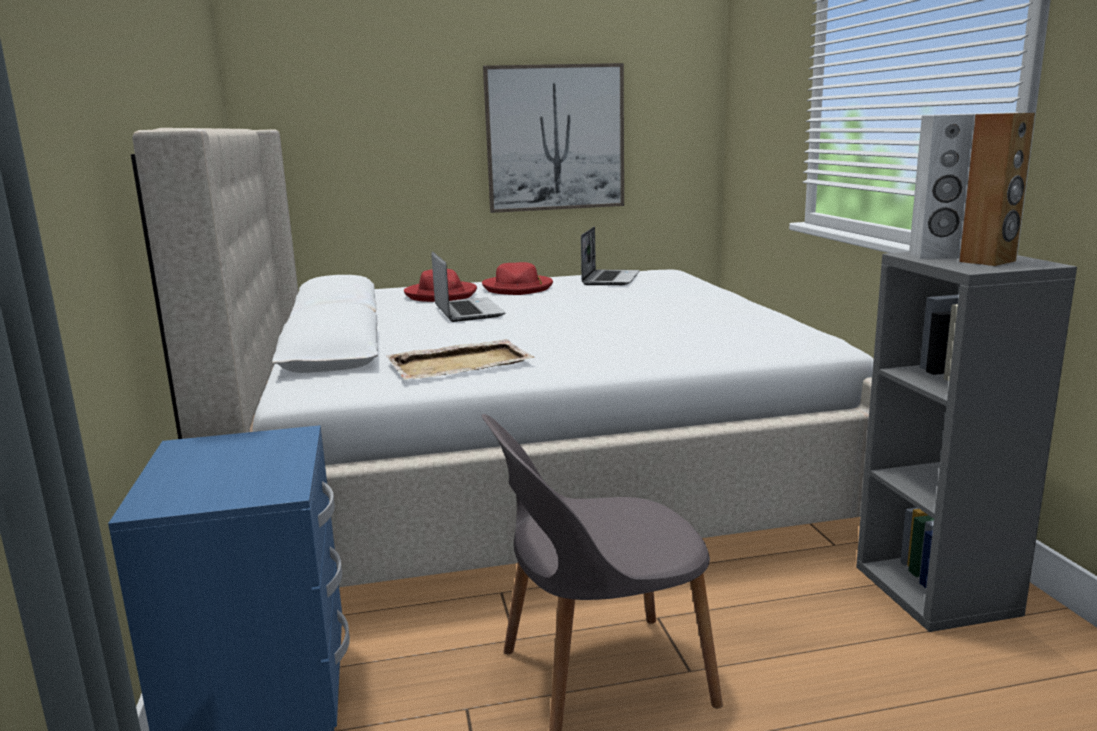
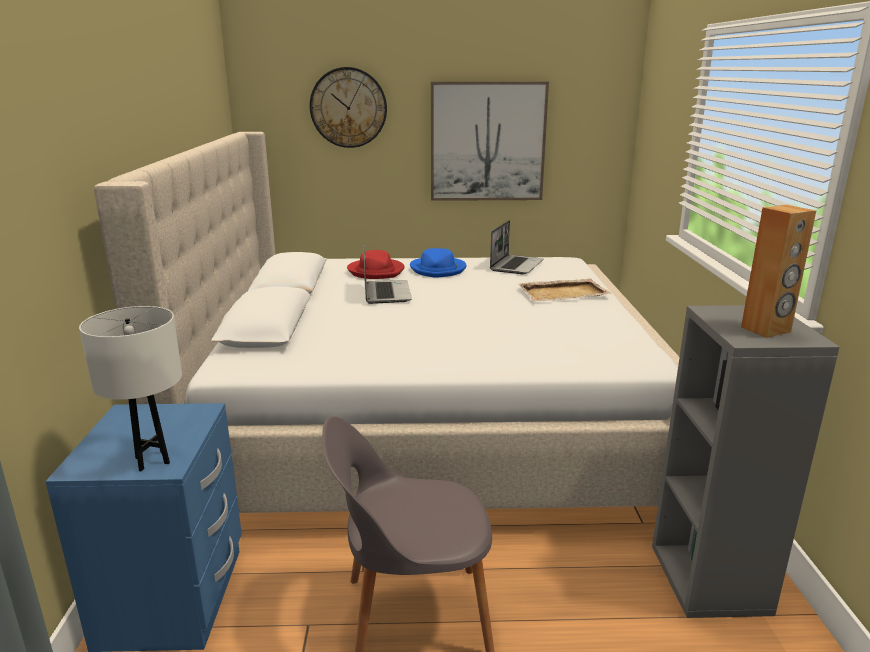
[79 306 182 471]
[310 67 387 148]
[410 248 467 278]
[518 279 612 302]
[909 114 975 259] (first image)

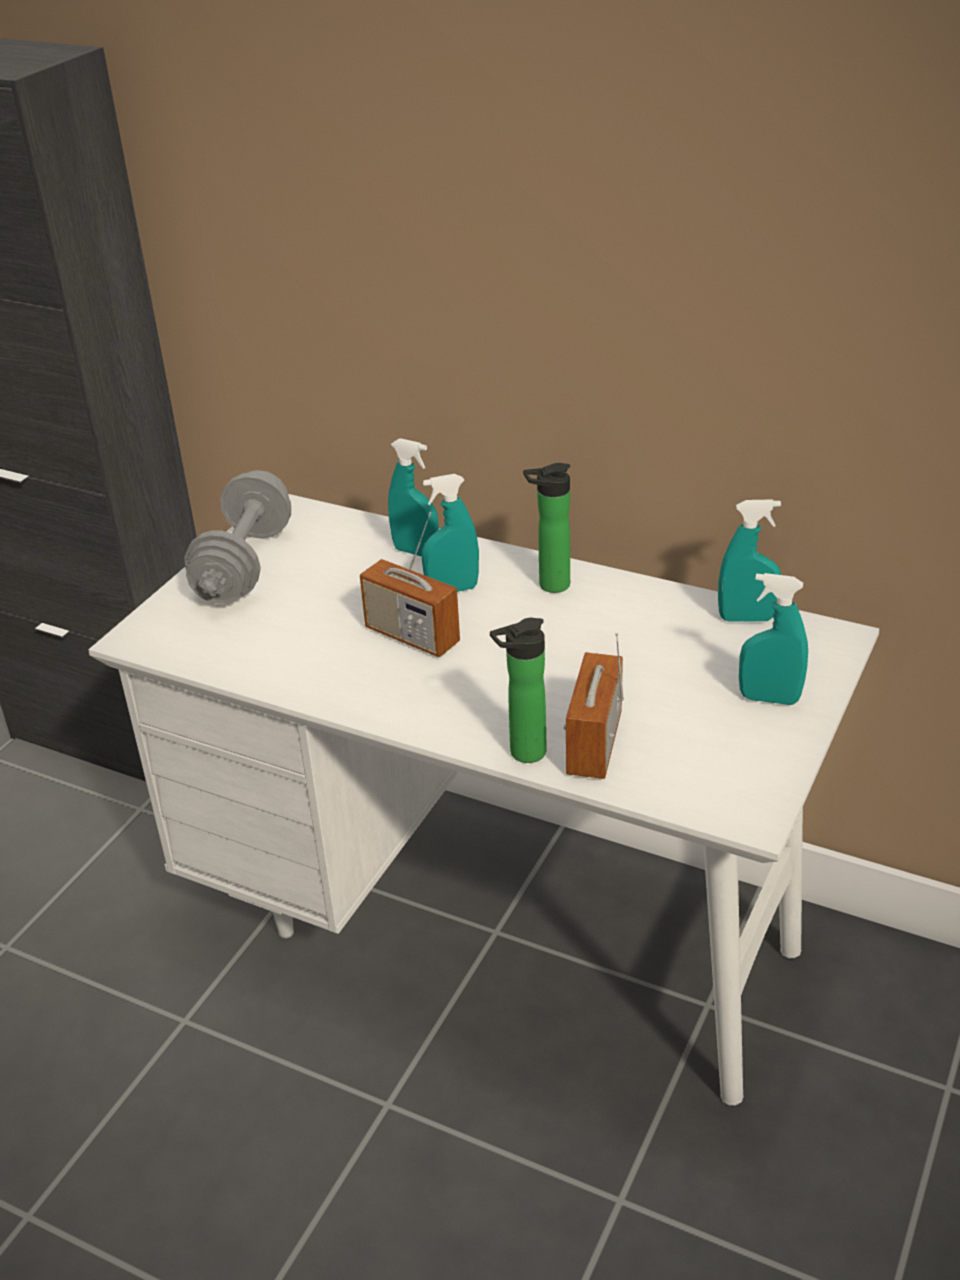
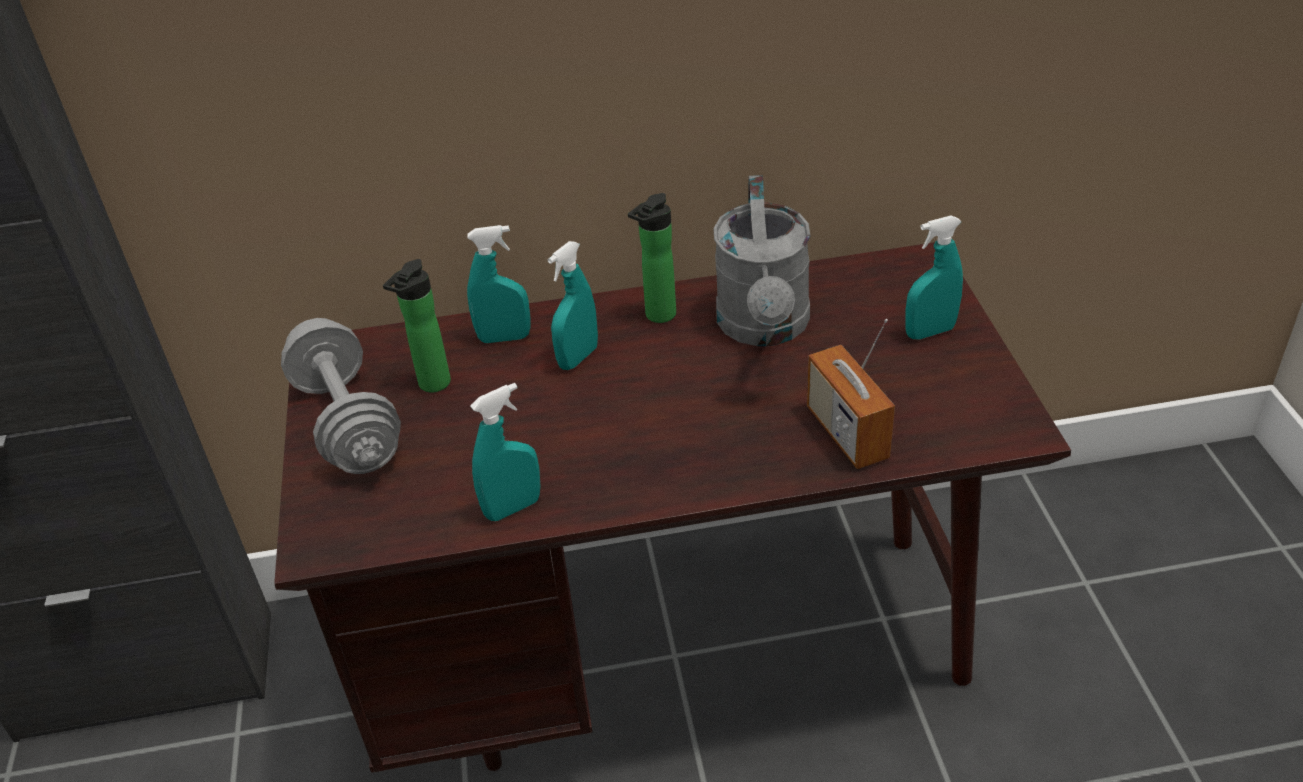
[274 242 1071 773]
[383 259 451 392]
[470 383 541 521]
[713 175 811 346]
[360 512 460 657] (first image)

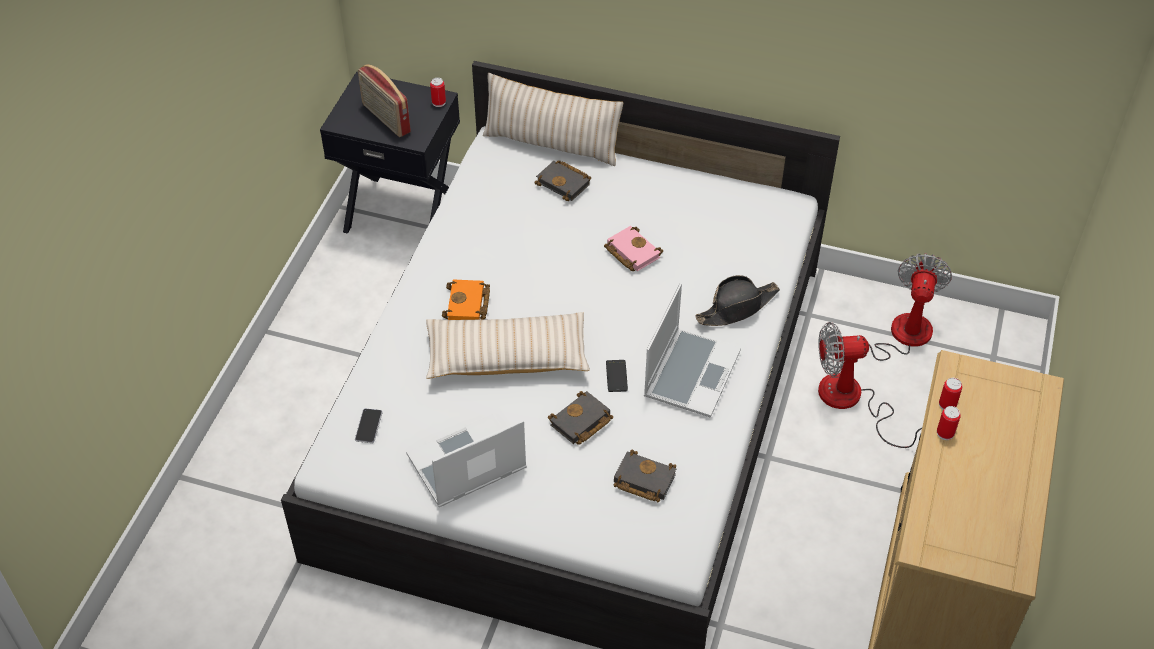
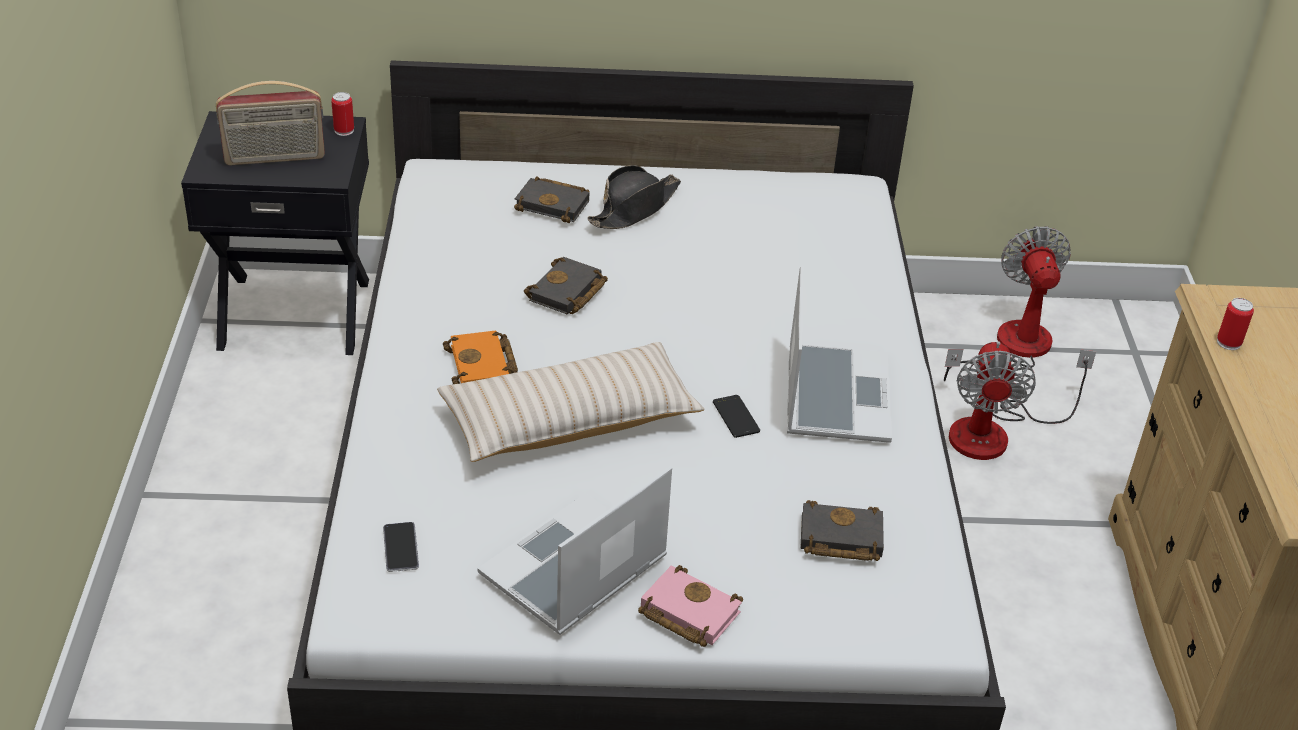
[216 81 325 165]
[524 257 608 314]
[587 165 681 229]
[638 565 743 647]
[949 341 1096 460]
[483 73 624 166] (first image)
[937 406 961 440] (first image)

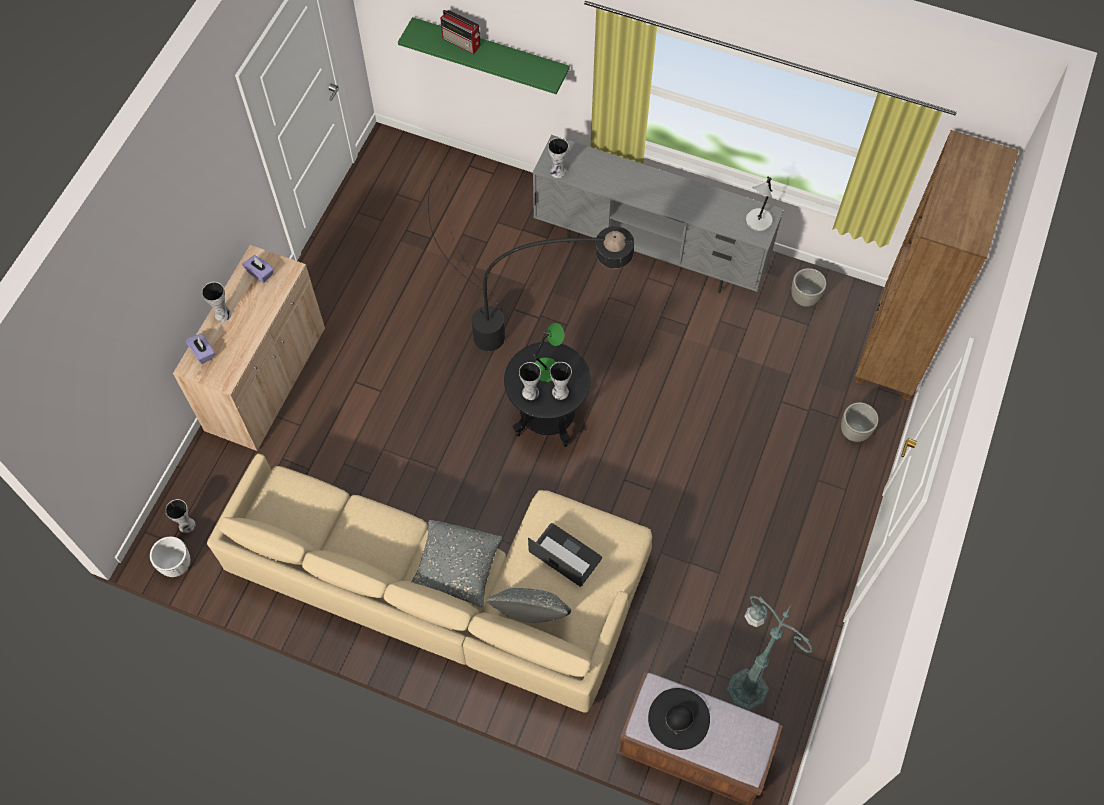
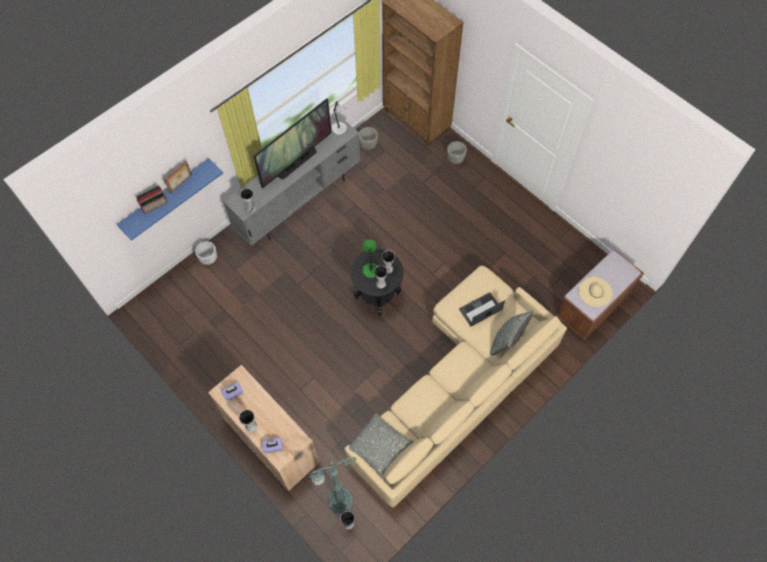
[117 158 223 241]
[164 161 192 193]
[195 241 217 265]
[254 98 332 189]
[308 457 356 513]
[349 413 414 480]
[579 276 613 307]
[428 180 634 351] (first image)

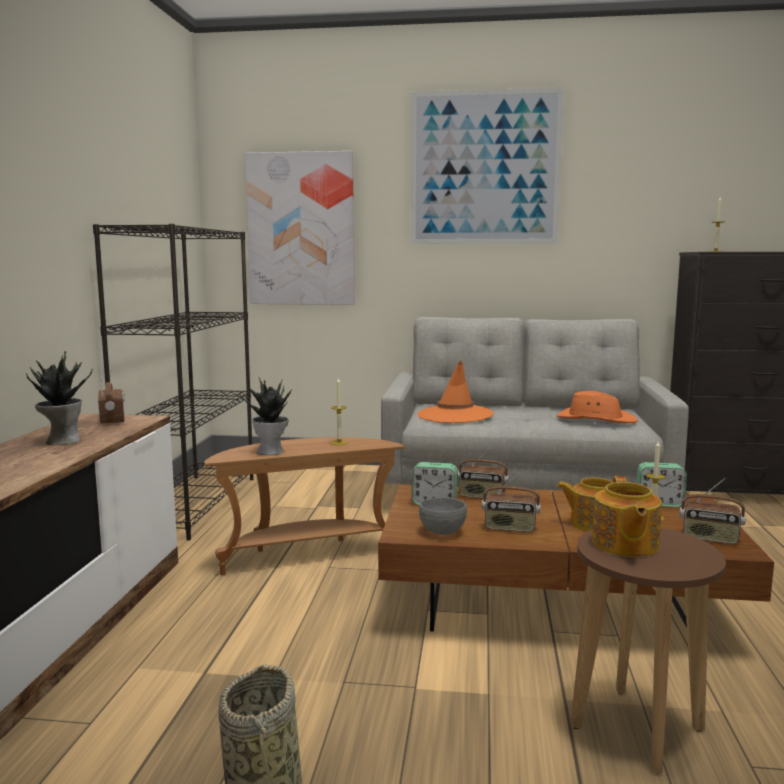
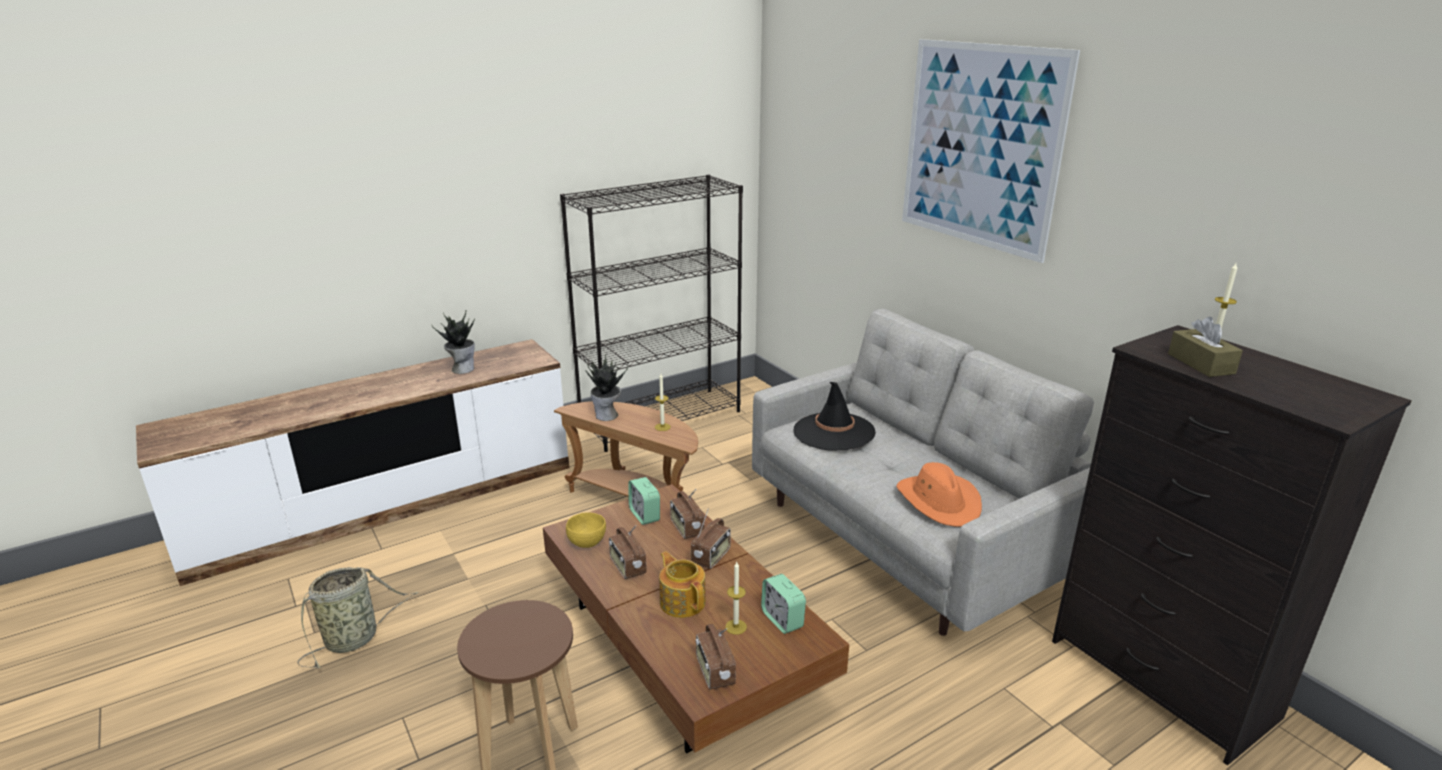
[566 512 606 548]
[691 508 731 569]
[793 382 876 451]
[1168 317 1243 377]
[245 151 354 305] (first image)
[592 476 662 557] (first image)

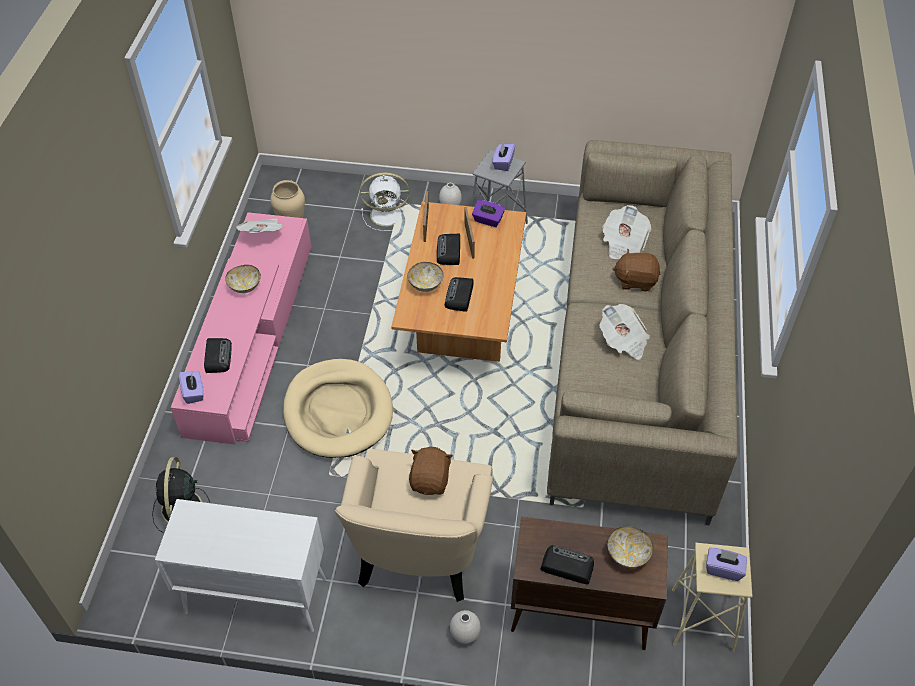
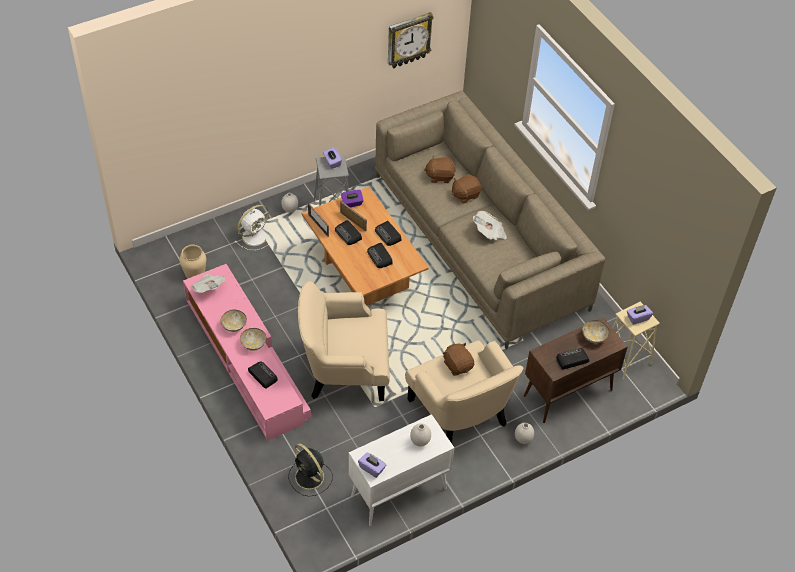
[240 328 266 351]
[298 281 390 401]
[358 452 386 478]
[375 221 401 246]
[388 12 434 68]
[410 423 431 447]
[424 156 456 183]

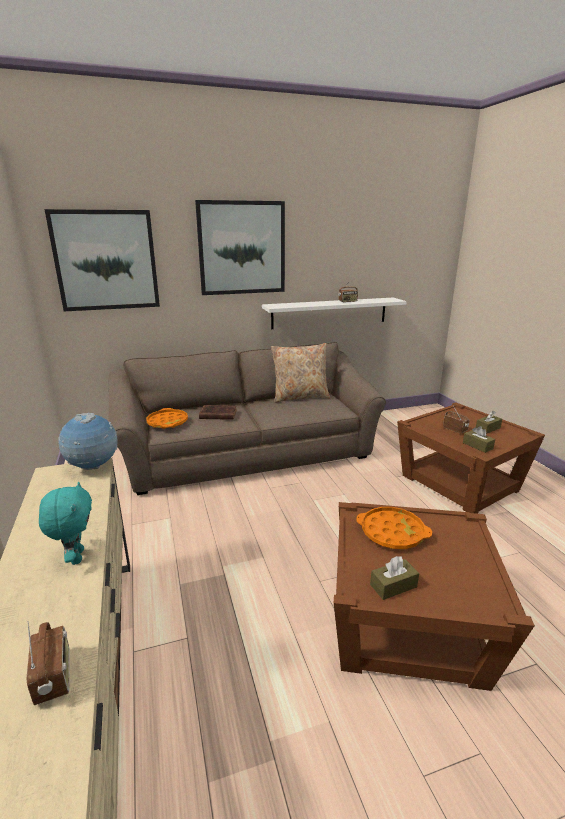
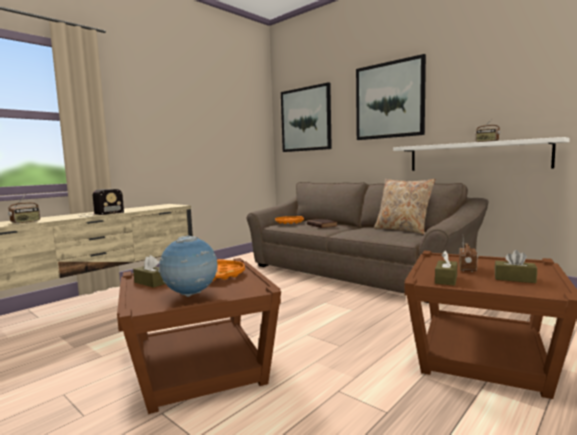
[78 189 124 217]
[158 235 218 297]

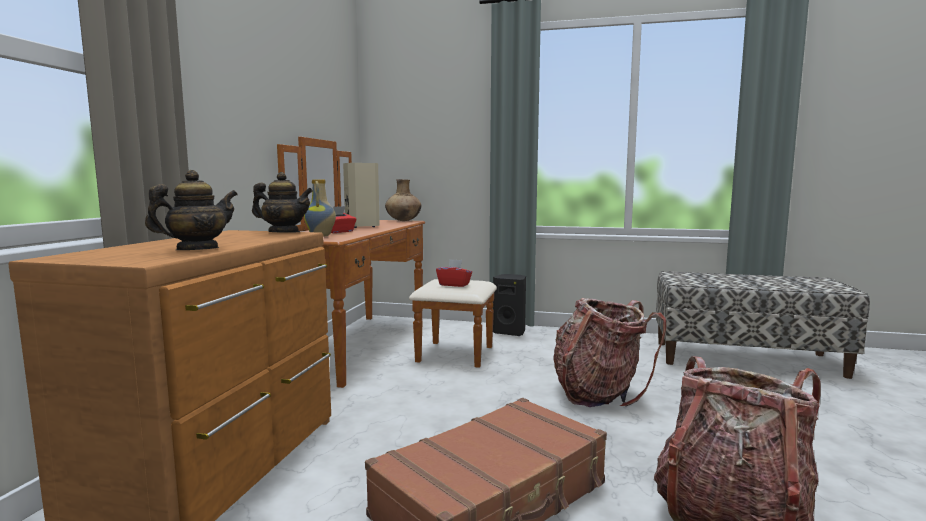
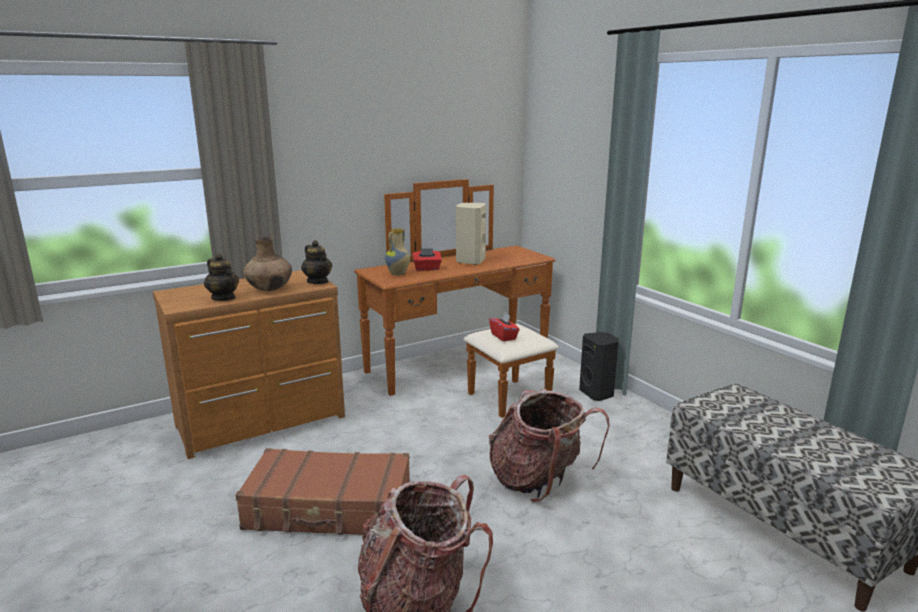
[204 254 239 301]
[243 236 292 291]

